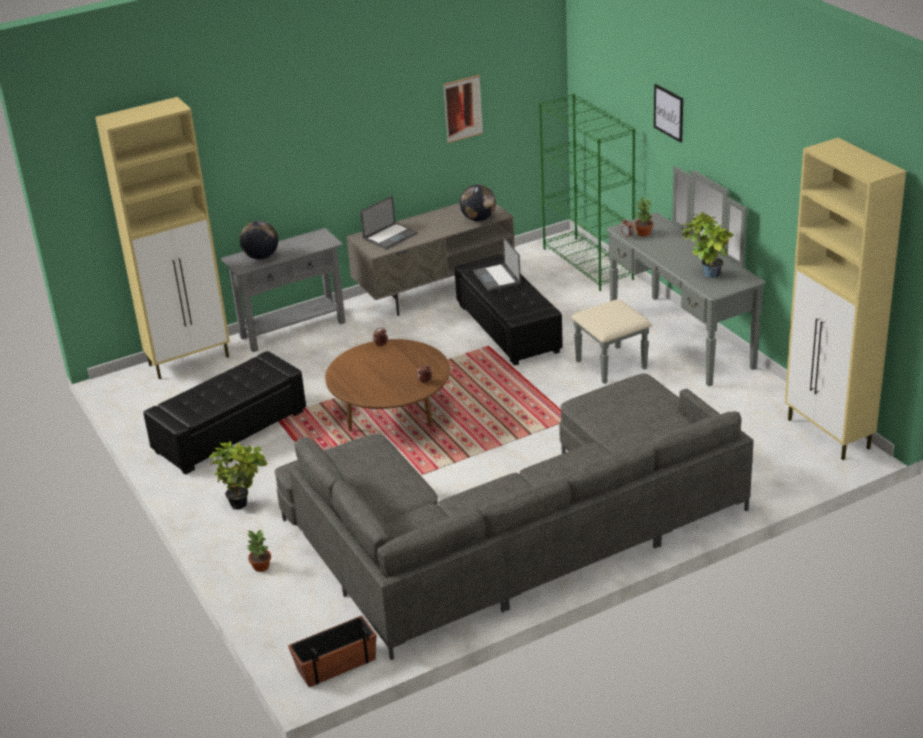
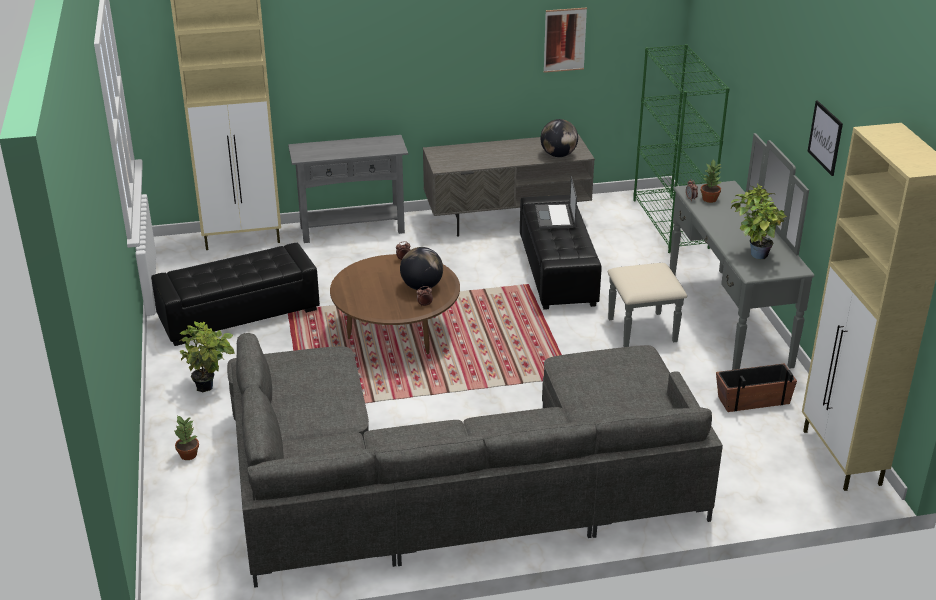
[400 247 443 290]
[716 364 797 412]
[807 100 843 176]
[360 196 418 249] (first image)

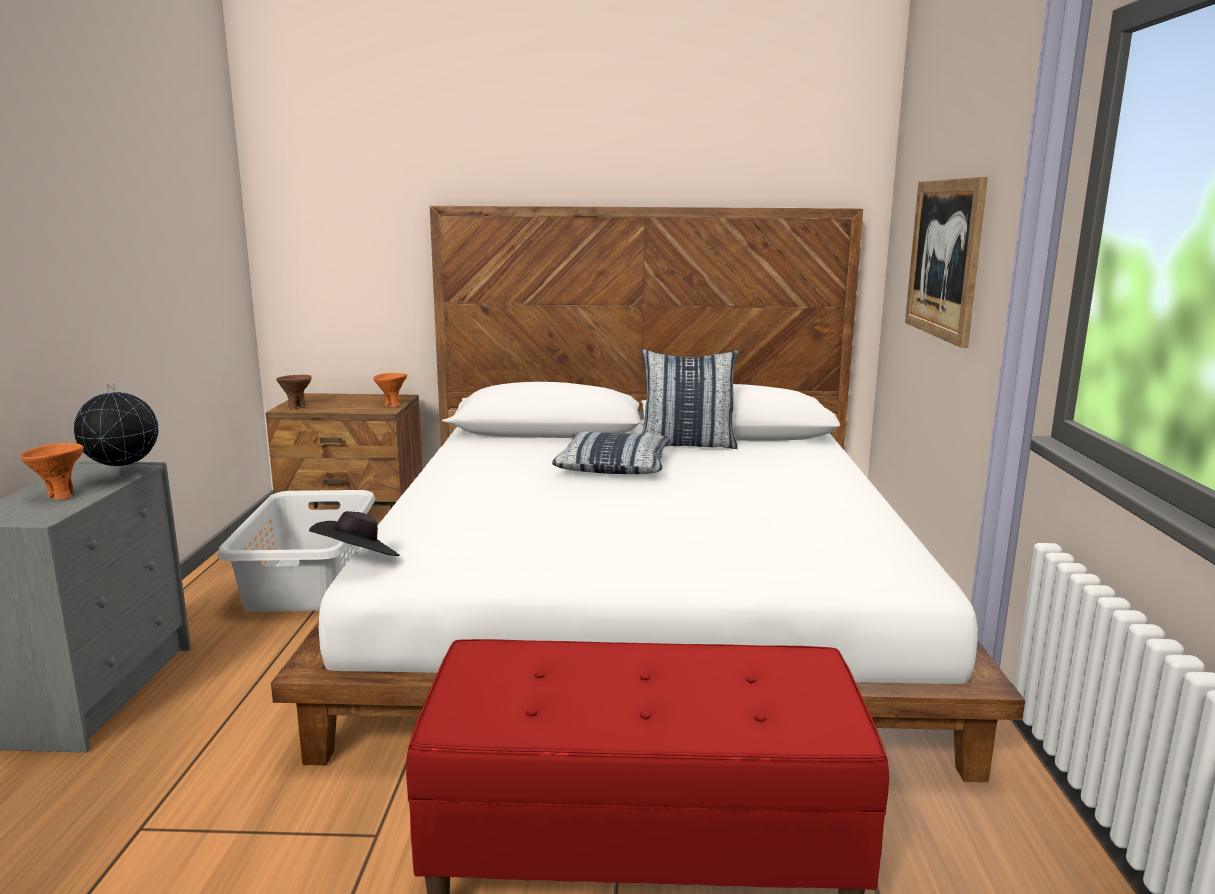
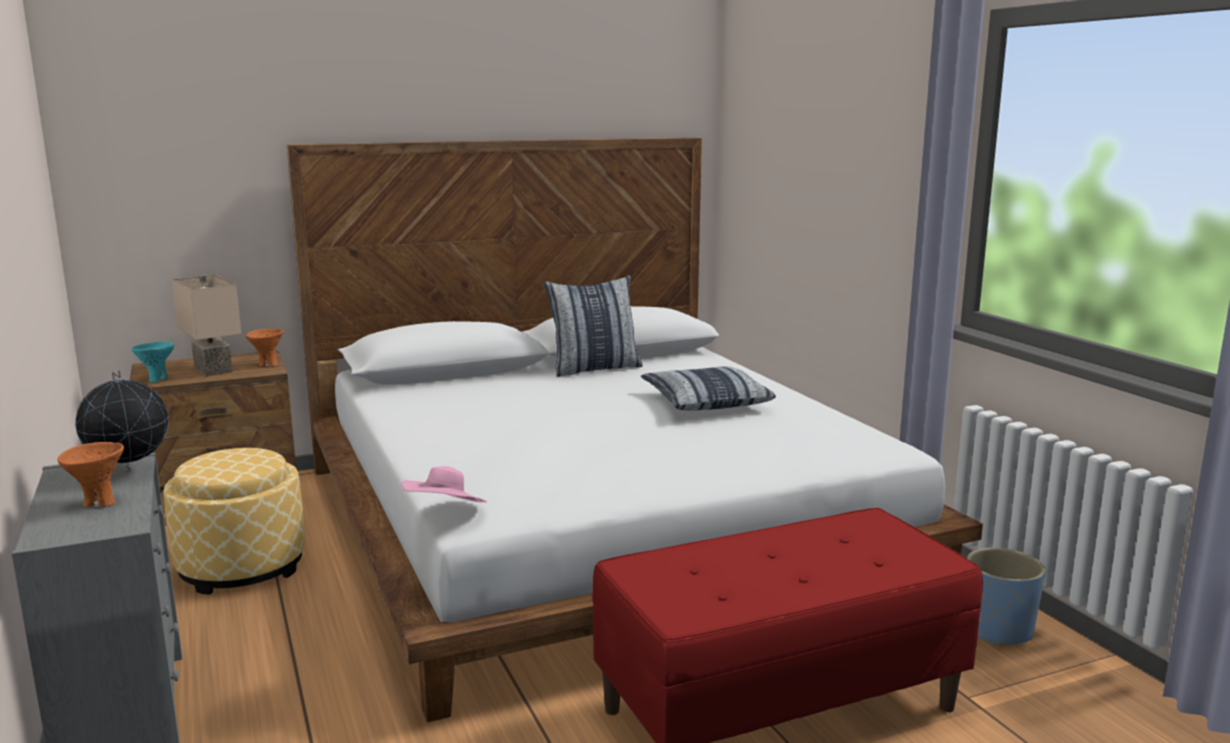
[131 341 174 383]
[164 448 305 595]
[172 274 241 377]
[401 466 487 502]
[641 366 776 411]
[967 548 1045 646]
[905 177 988 348] (first image)

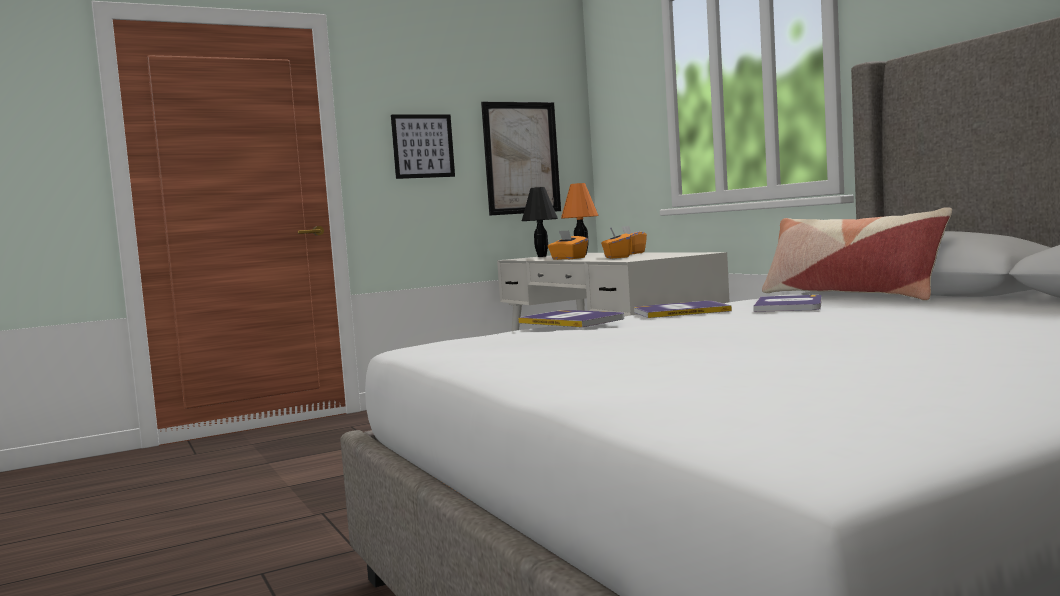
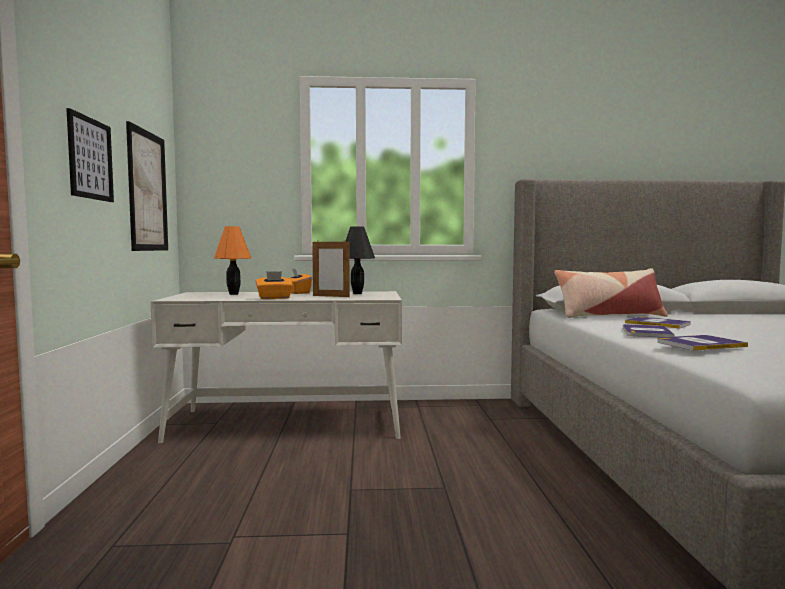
[312 242 350 297]
[345 226 375 294]

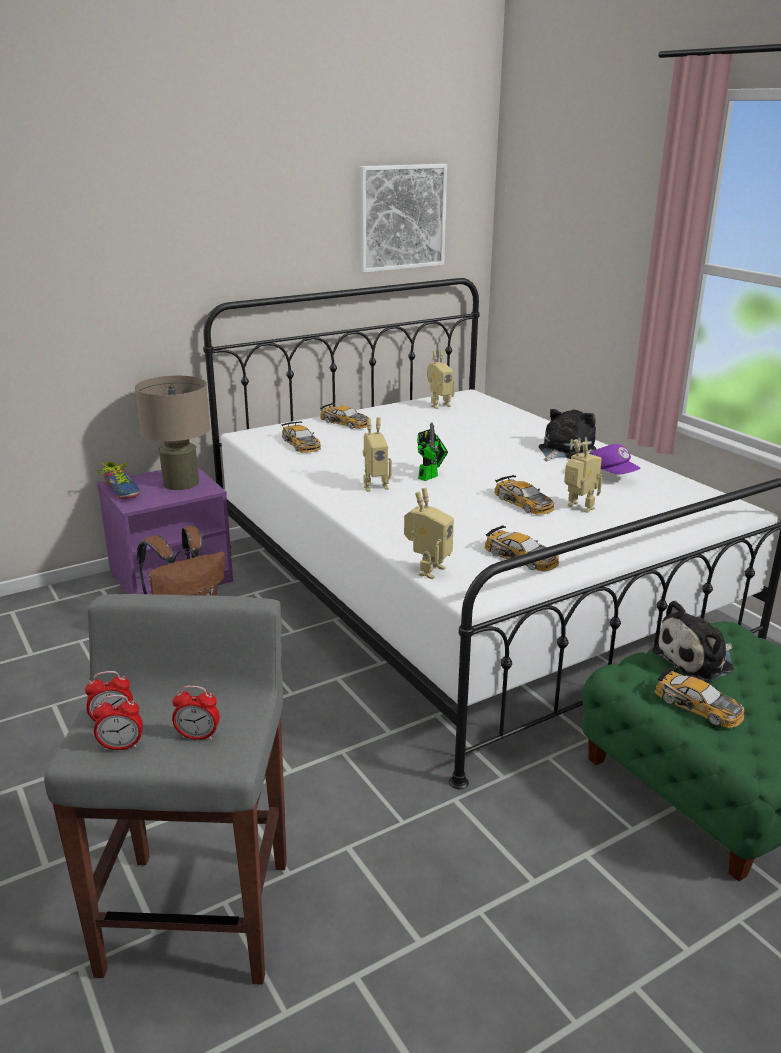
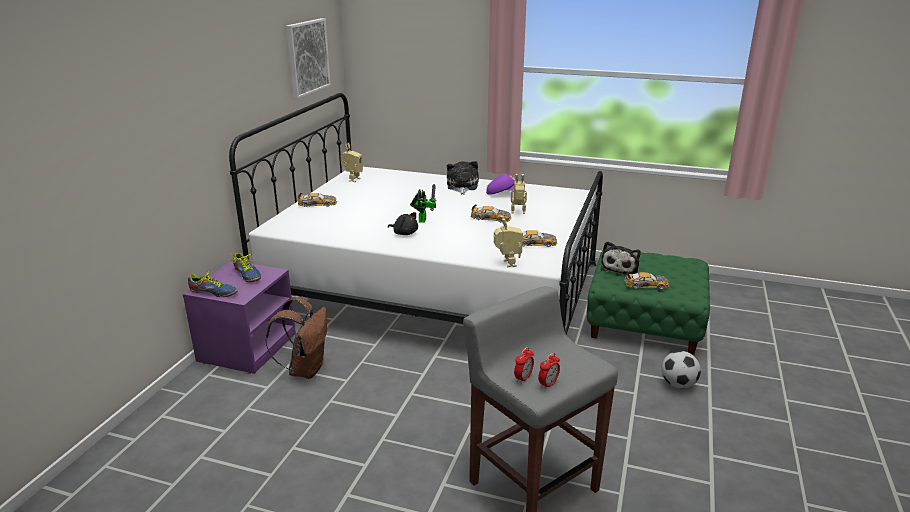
[229 253 261 282]
[388 212 418 235]
[662 351 701 389]
[172 685 220 740] (first image)
[282 421 321 453] (first image)

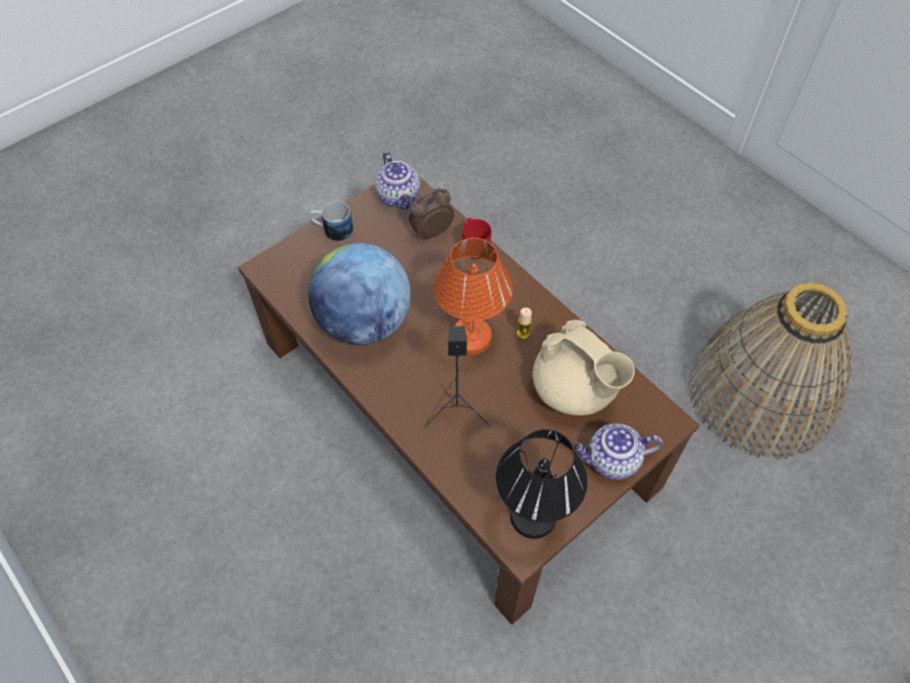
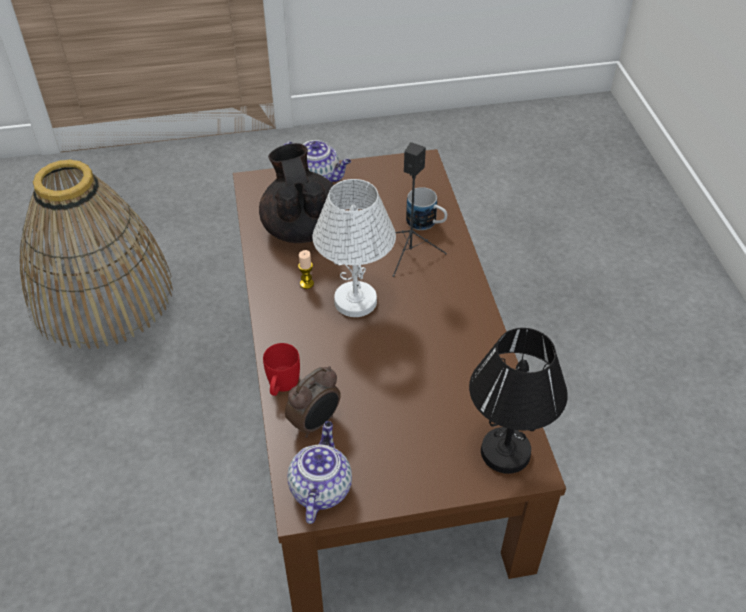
[259 143 334 243]
[285 366 341 438]
[312 179 396 317]
[406 187 447 230]
[469 328 568 474]
[308 243 411 345] (first image)

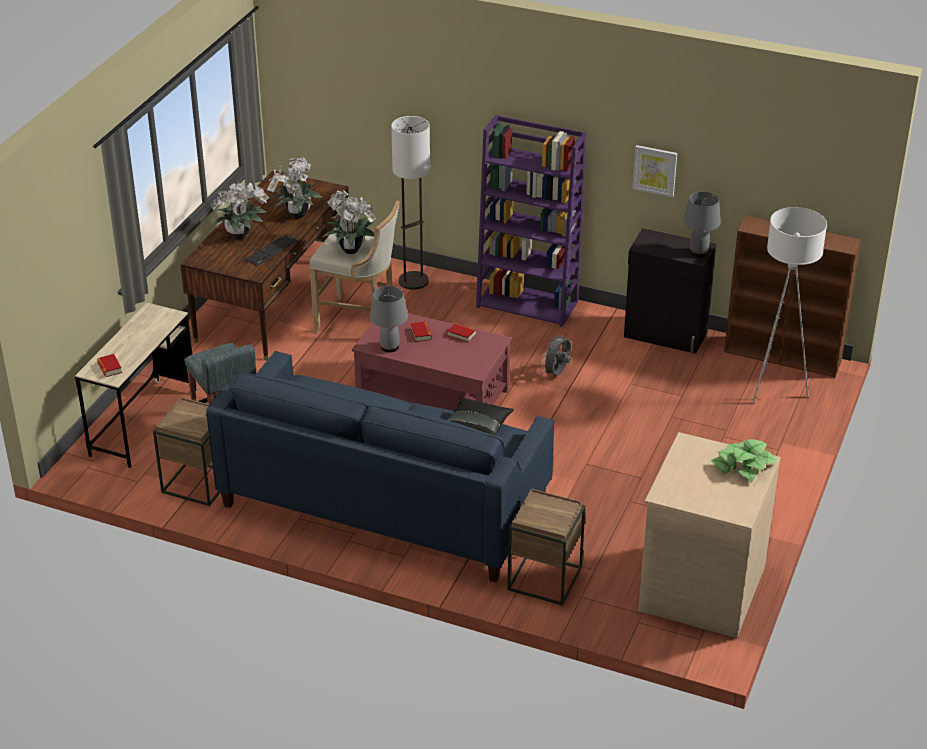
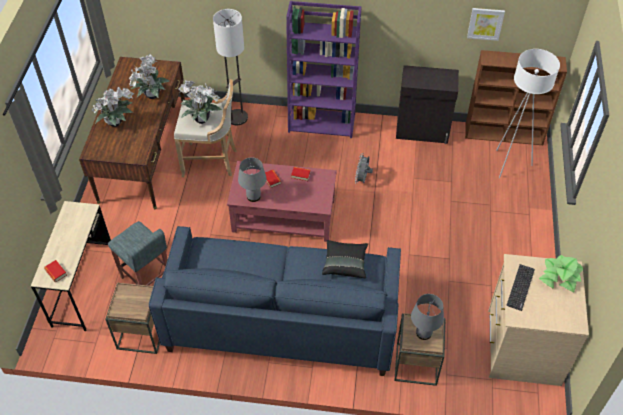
[411 294 444 340]
[467 8 505 41]
[506 264 535 311]

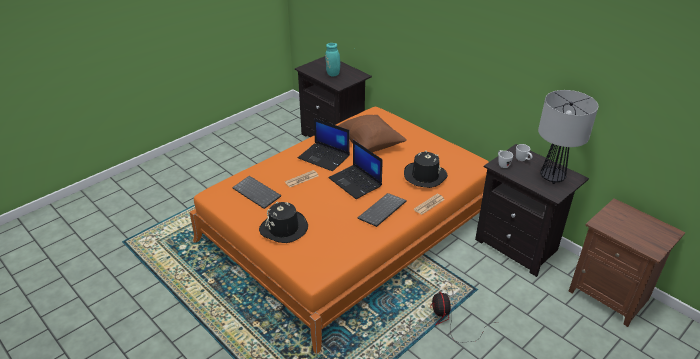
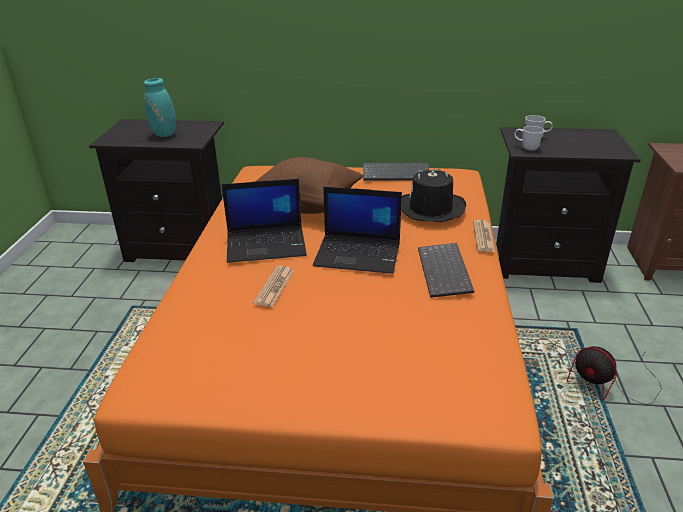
[363 163 429 180]
[259 202 308 243] (first image)
[538 90 598 184] (first image)

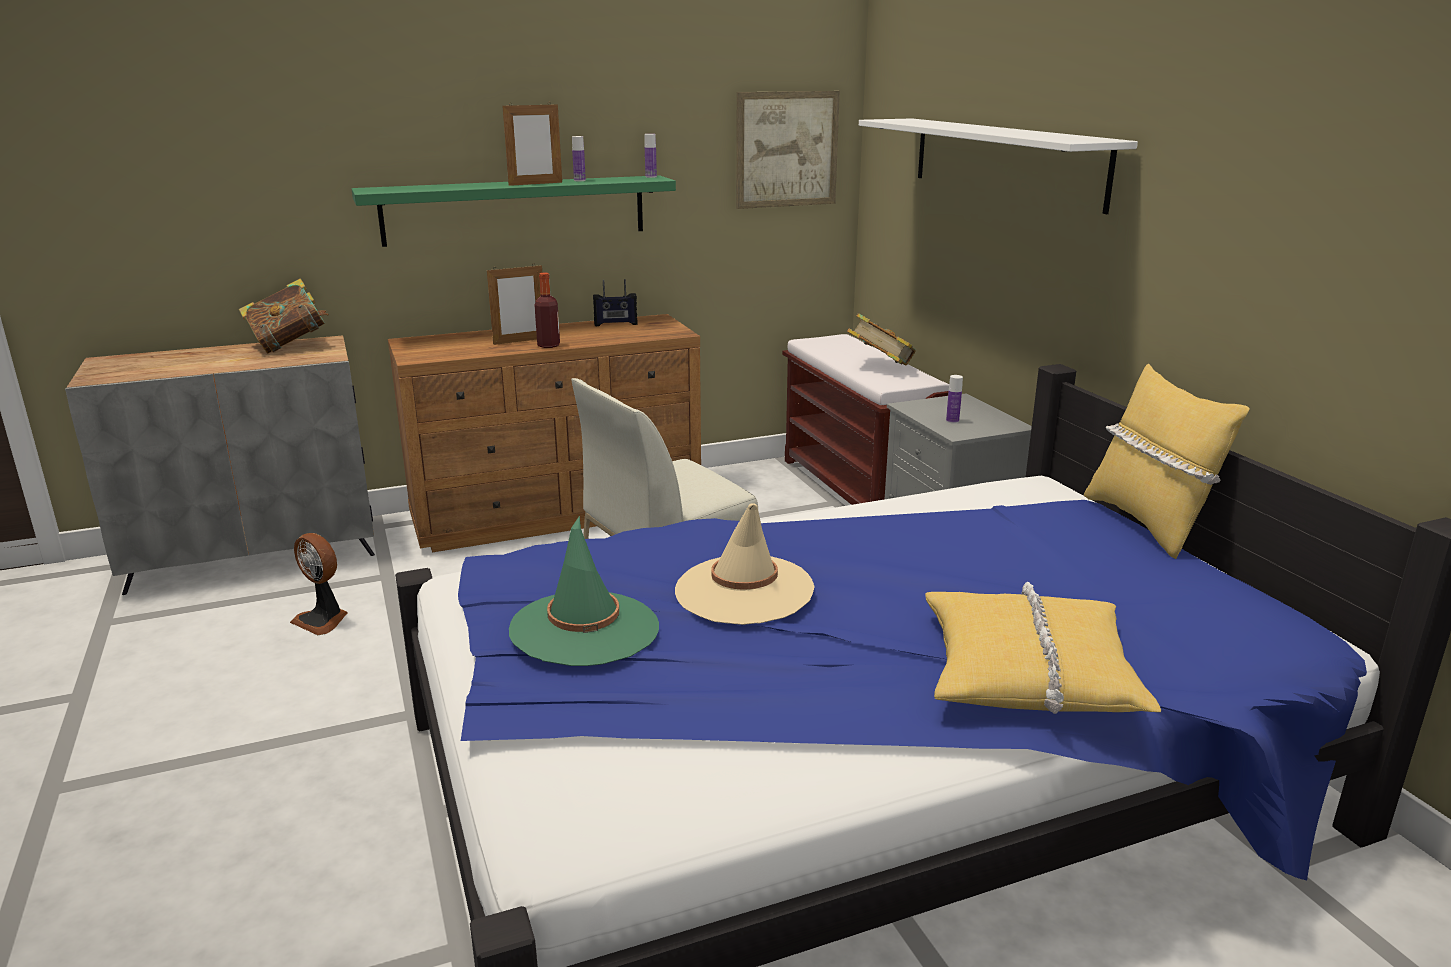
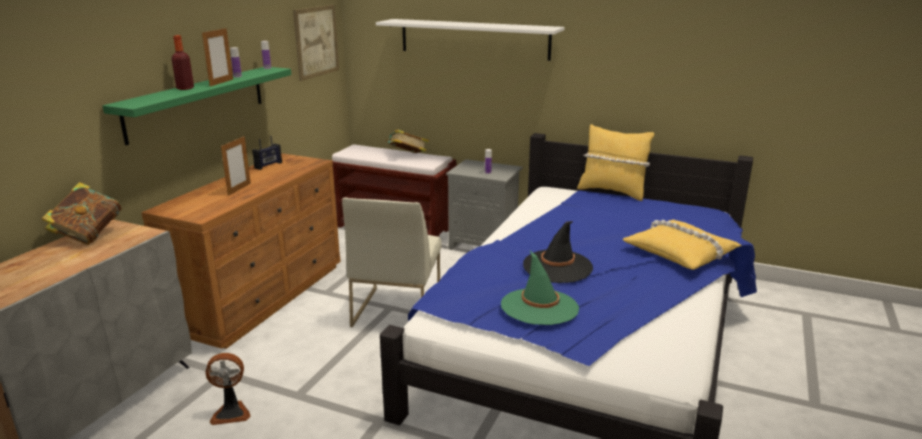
[172 35 194 90]
[523 221 593 283]

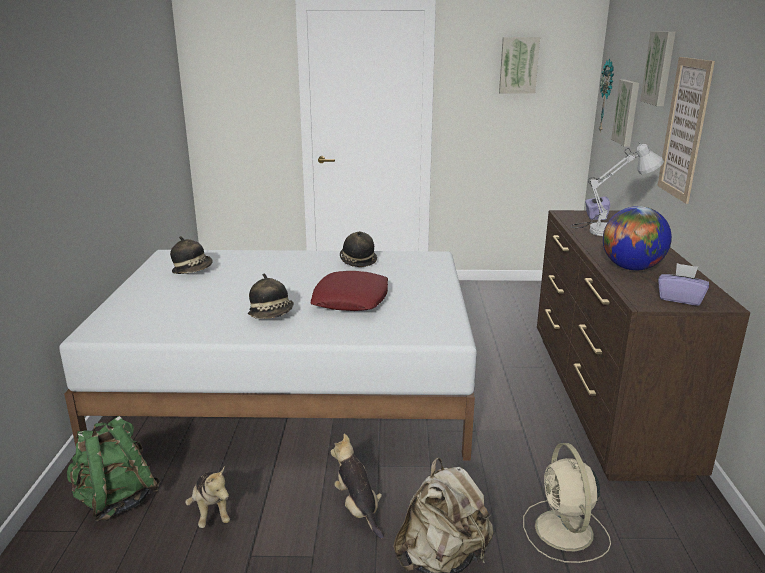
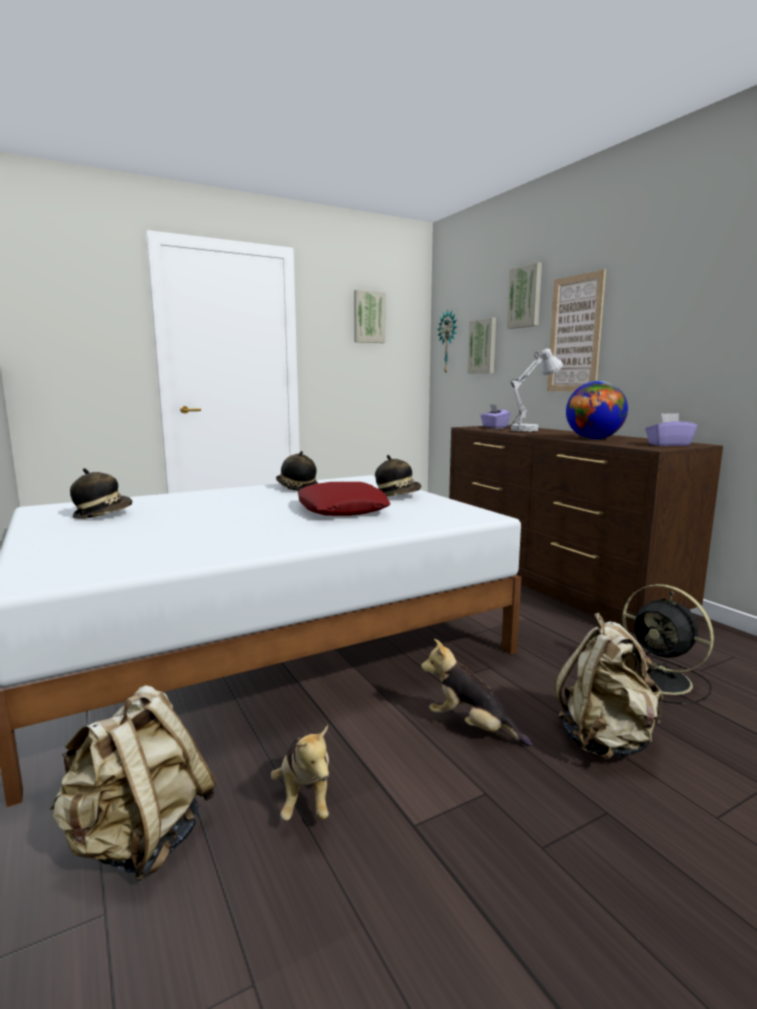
[50 685 216 881]
[271 725 329 821]
[375 455 421 496]
[622 584 714 704]

